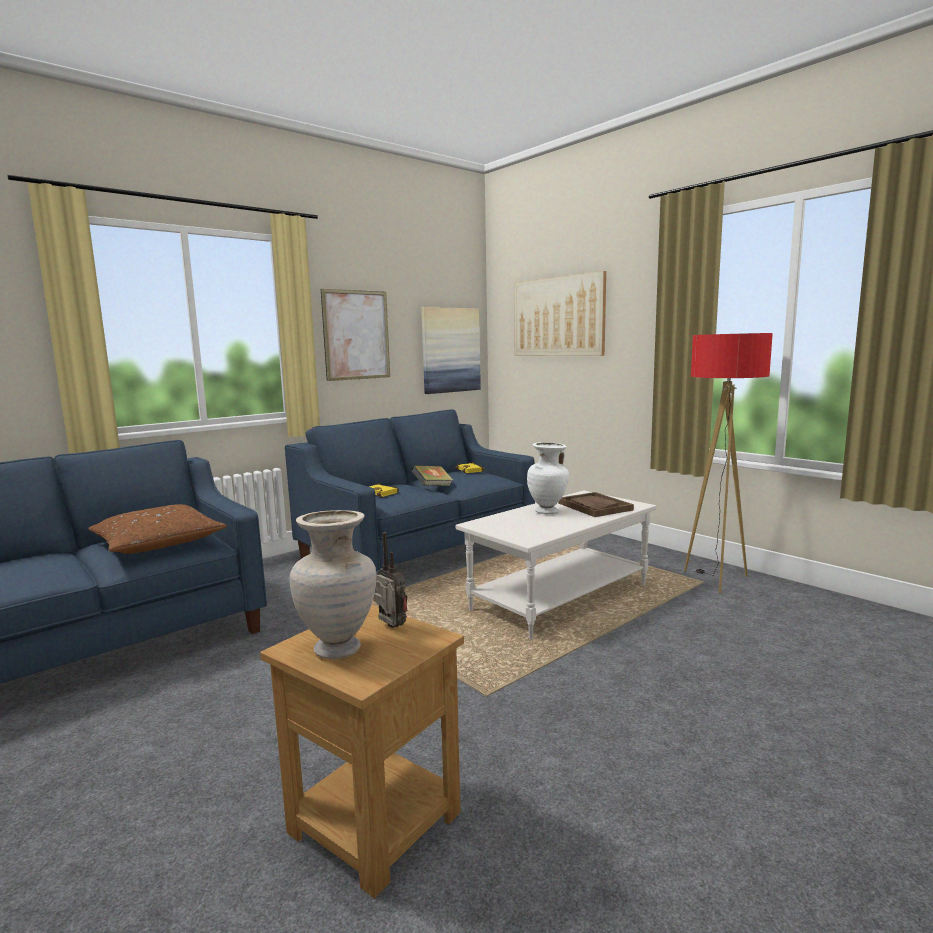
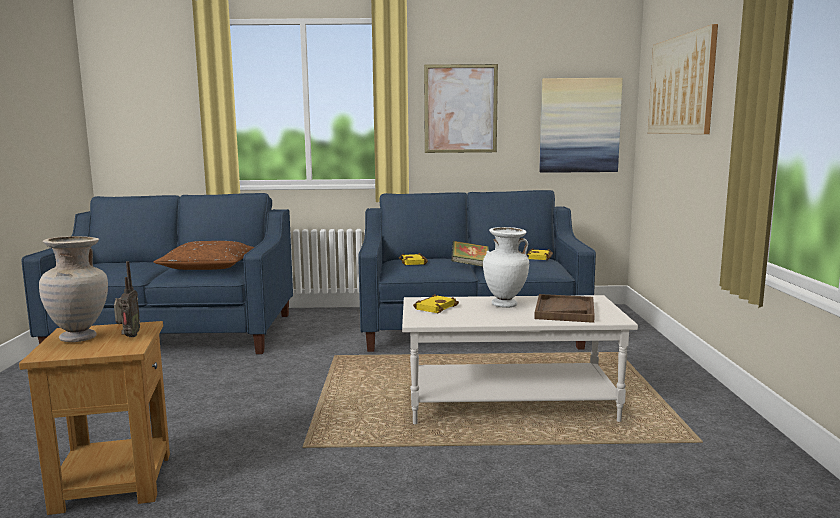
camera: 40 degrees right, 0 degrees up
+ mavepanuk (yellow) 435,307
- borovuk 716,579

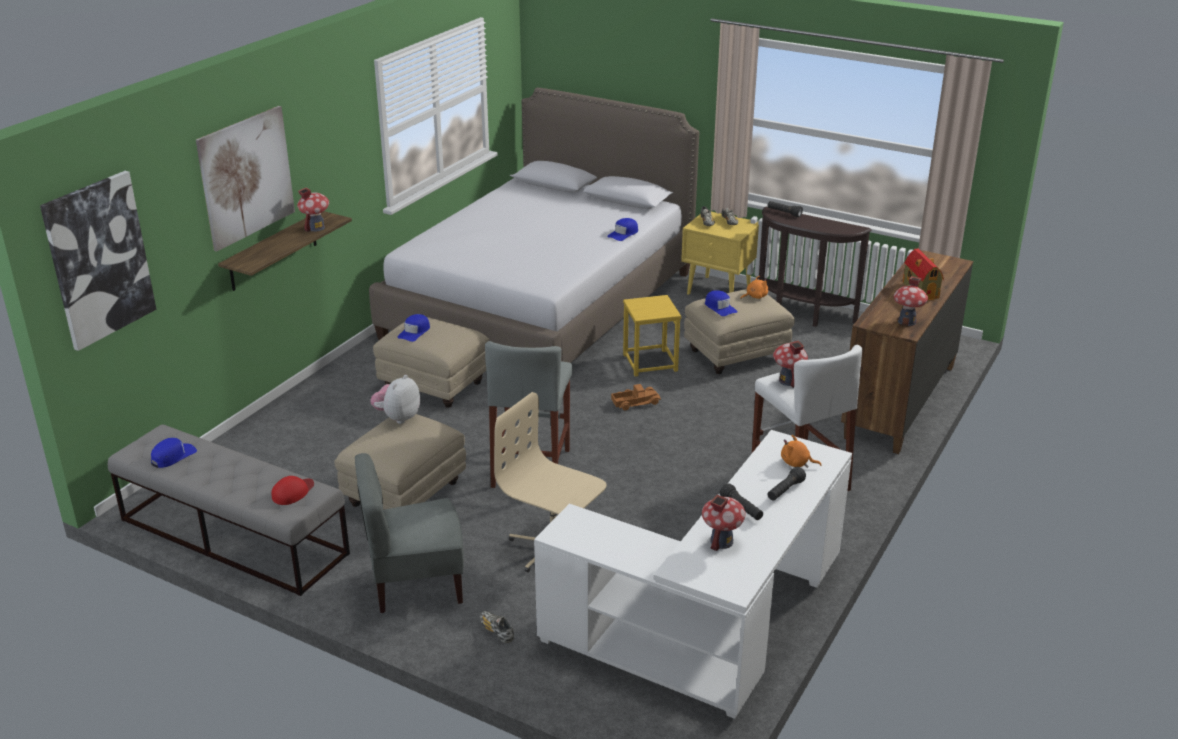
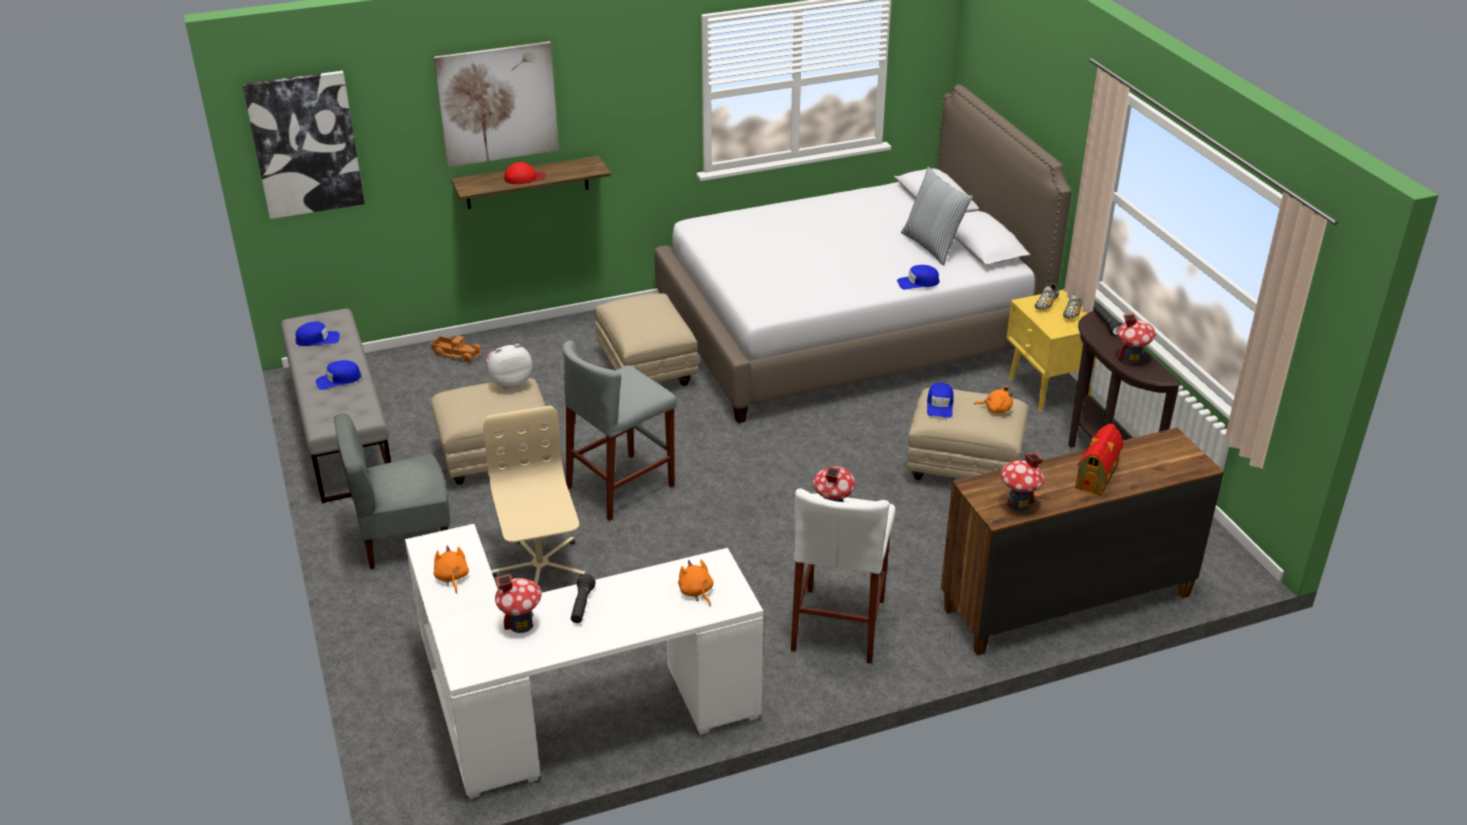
camera: 40 degrees right, 5 degrees up
~ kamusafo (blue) 414,332 to 338,380
~ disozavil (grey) 416,584 = 404,540 45 degrees counterclockwise
~ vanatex 635,402 to 457,353
+ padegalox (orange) 452,578
~ kamusafo (red) 293,492 to 524,178
+ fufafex 933,246
~ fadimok 316,228 to 1131,359
- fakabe 496,631
- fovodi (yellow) 649,363
- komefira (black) 785,491

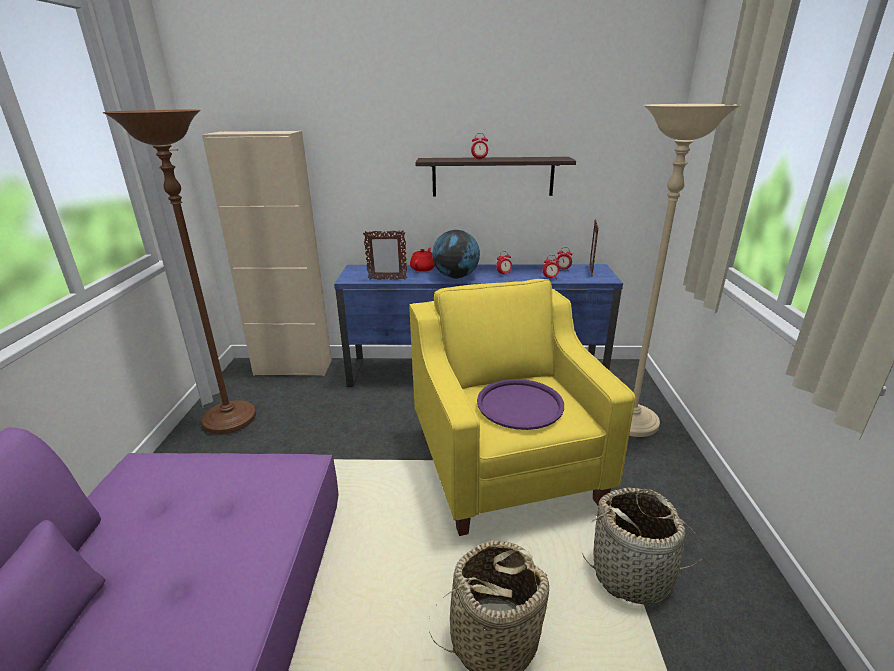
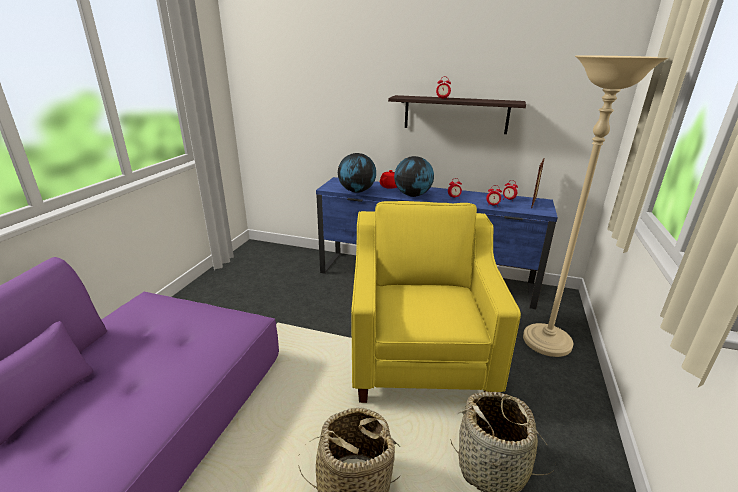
camera: 15 degrees right, 0 degrees up
~ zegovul 387,279 to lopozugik 357,191
- borovuk (brown) 230,420
- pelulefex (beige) 293,367
- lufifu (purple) 520,404

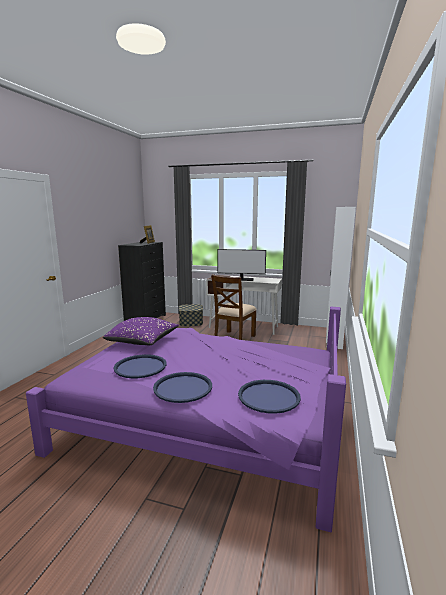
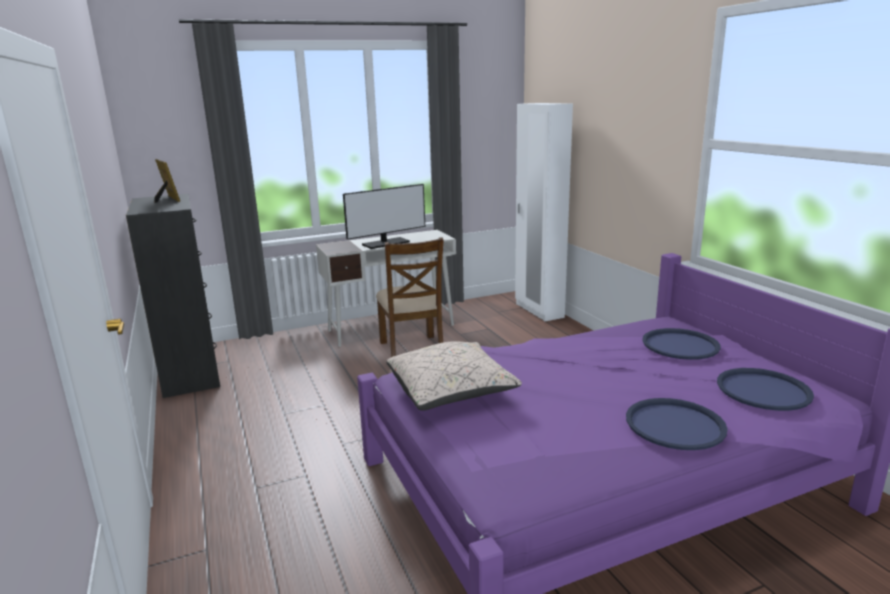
camera: 40 degrees left, 5 degrees up
~ fufafex (purple) 143,341 to fufafex (beige) 451,391
~ lufifu (blue) 140,367 to 680,345
- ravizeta 191,322

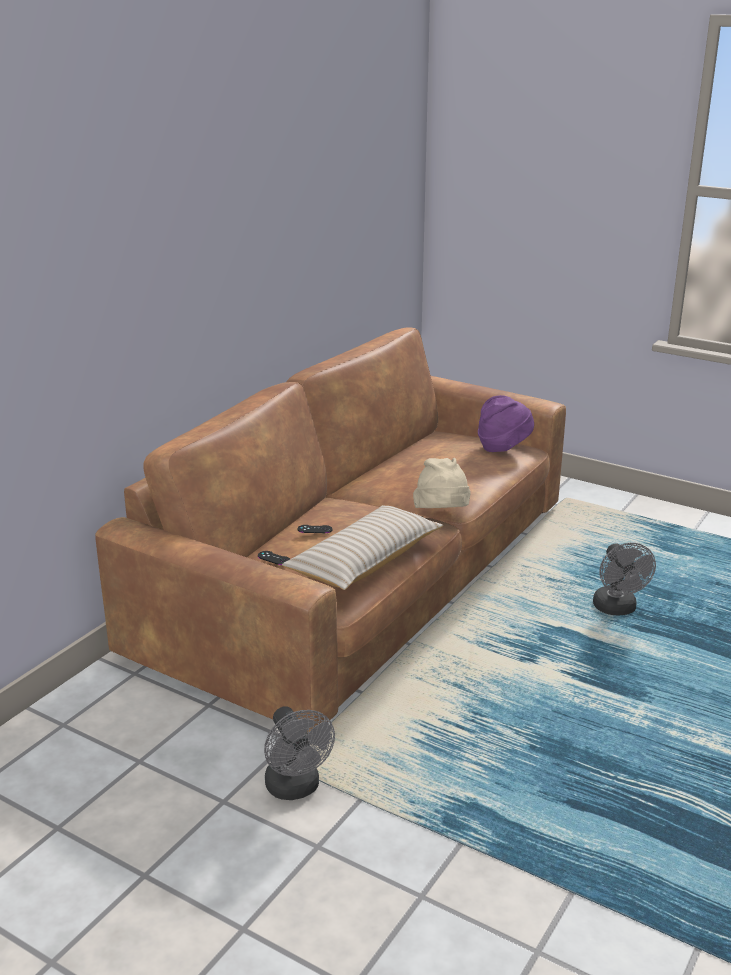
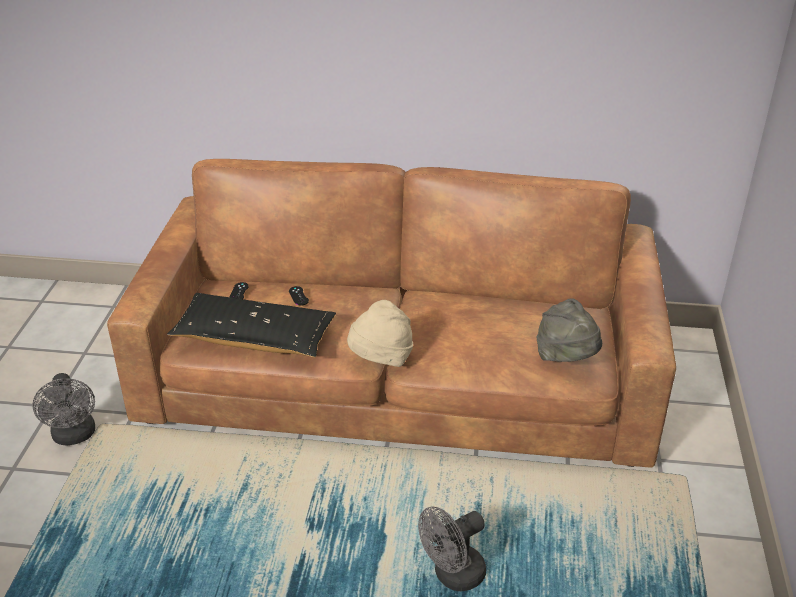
camera: 65 degrees right, 10 degrees up
~ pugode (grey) 296,789 = 74,436 60 degrees counterclockwise
~ fufafex (beige) 365,561 to fufafex (black) 254,338
~ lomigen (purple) 503,447 to lomigen (grey) 566,359

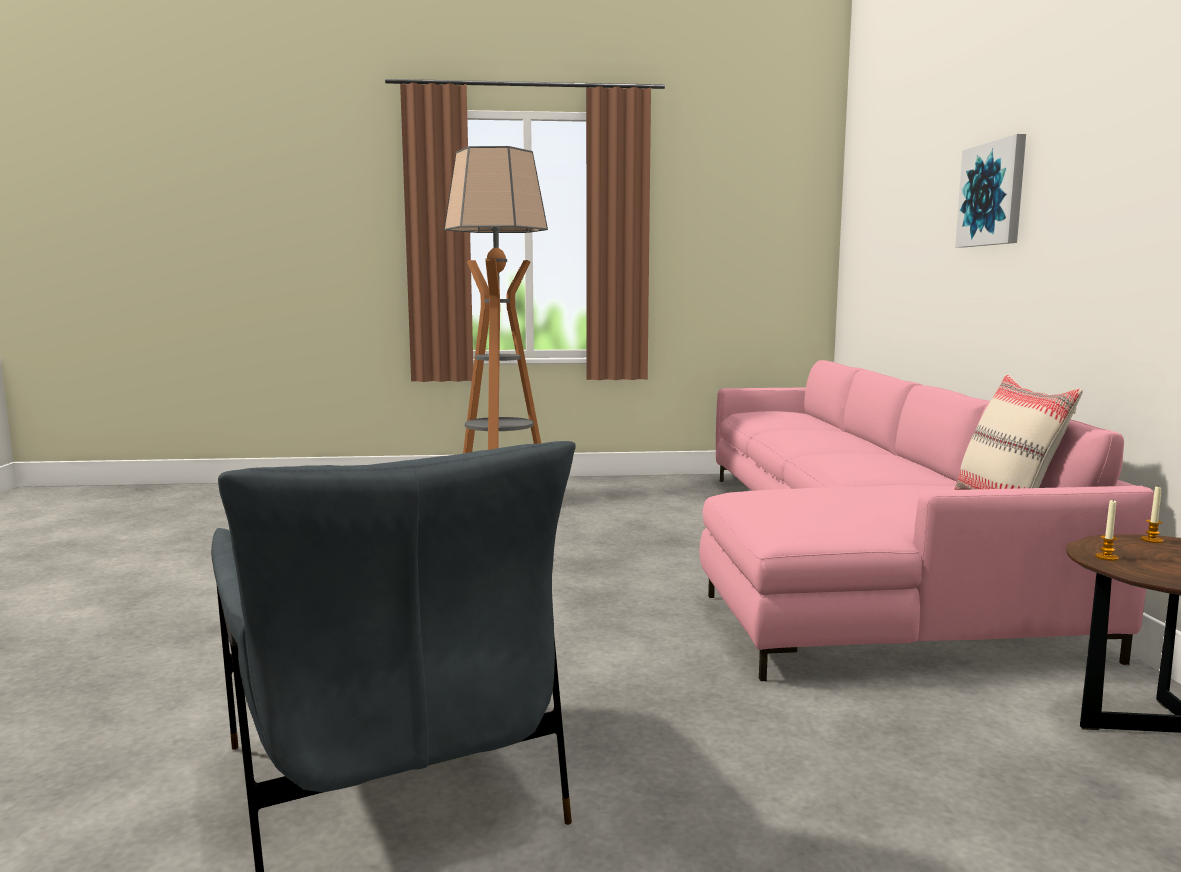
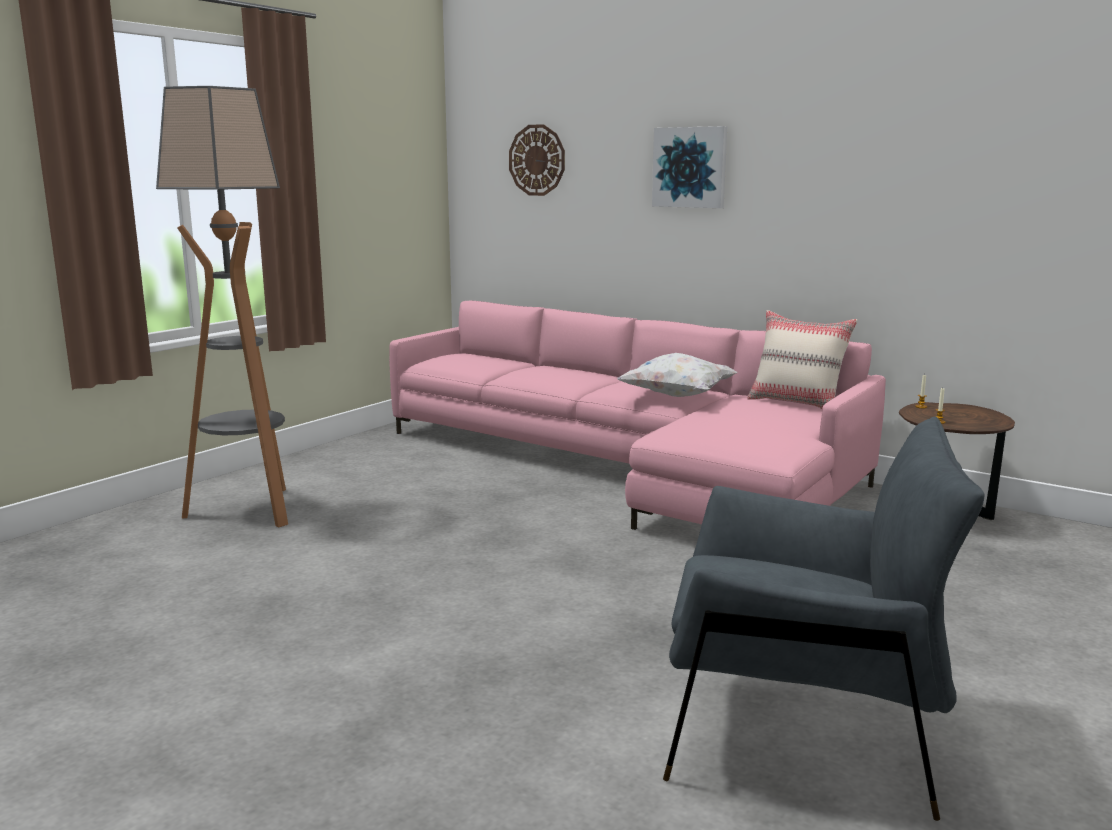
camera: 50 degrees left, 5 degrees up
+ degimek 537,160
+ fufafex (white) 678,396

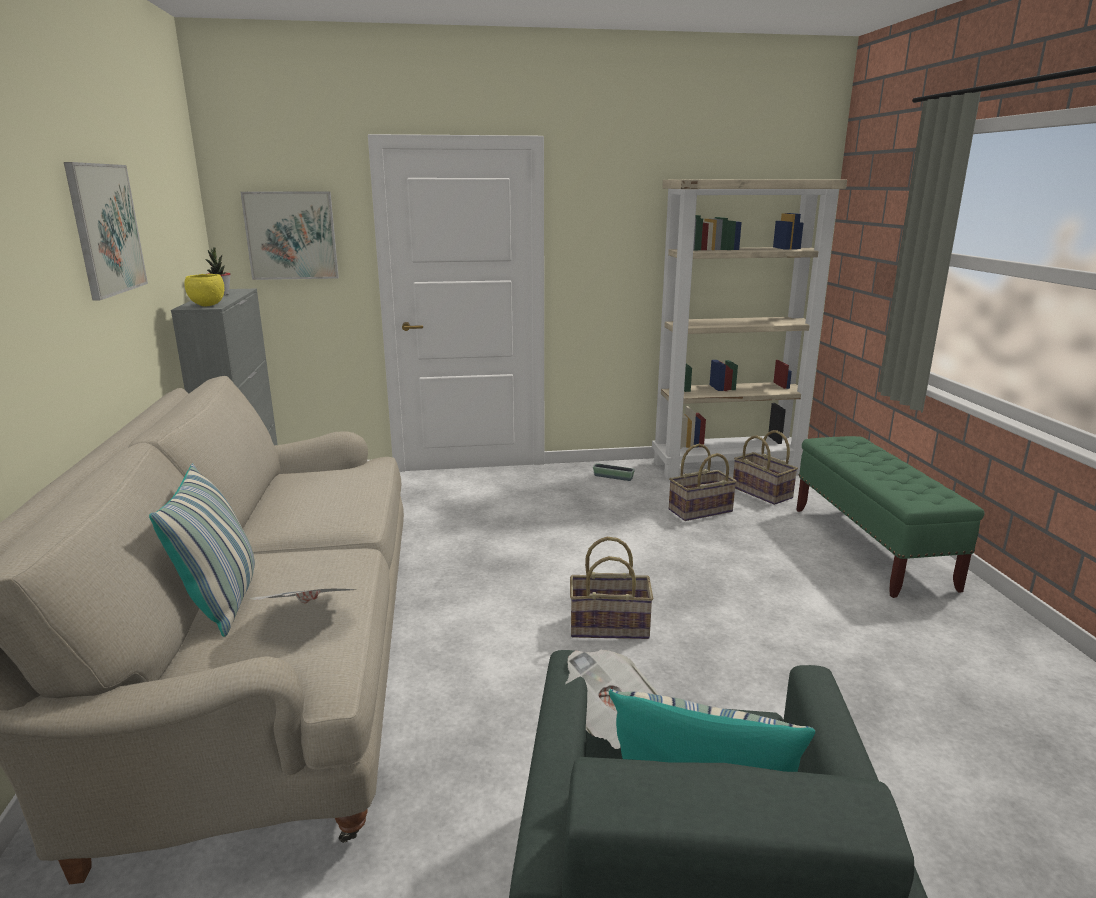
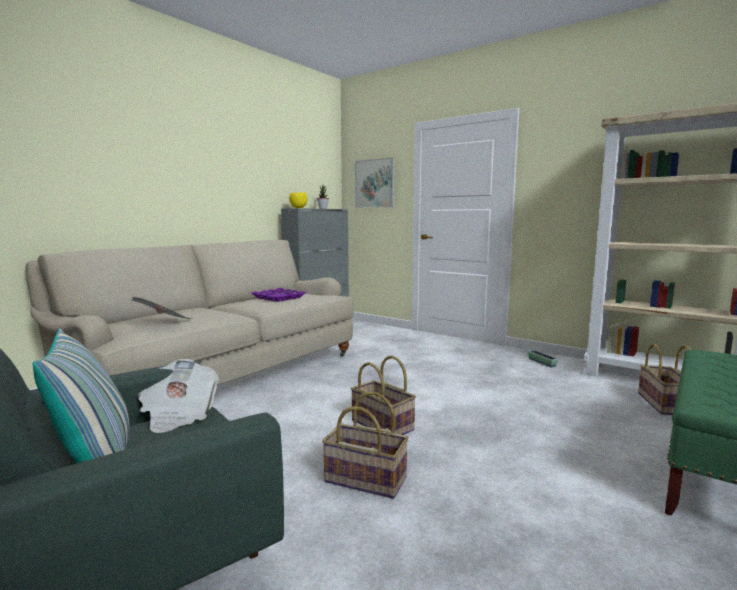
camera: 45 degrees right, 10 degrees down
+ lufifu (purple) 279,297
~ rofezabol 700,511 to 364,480
- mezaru 106,229
- fufafex 222,601

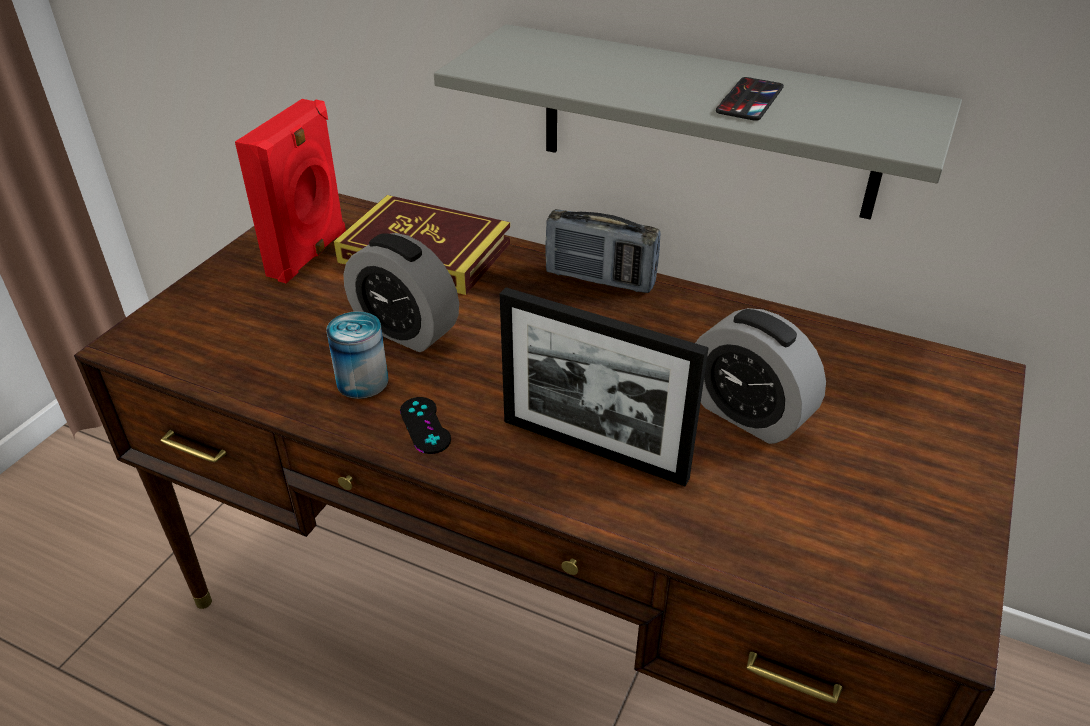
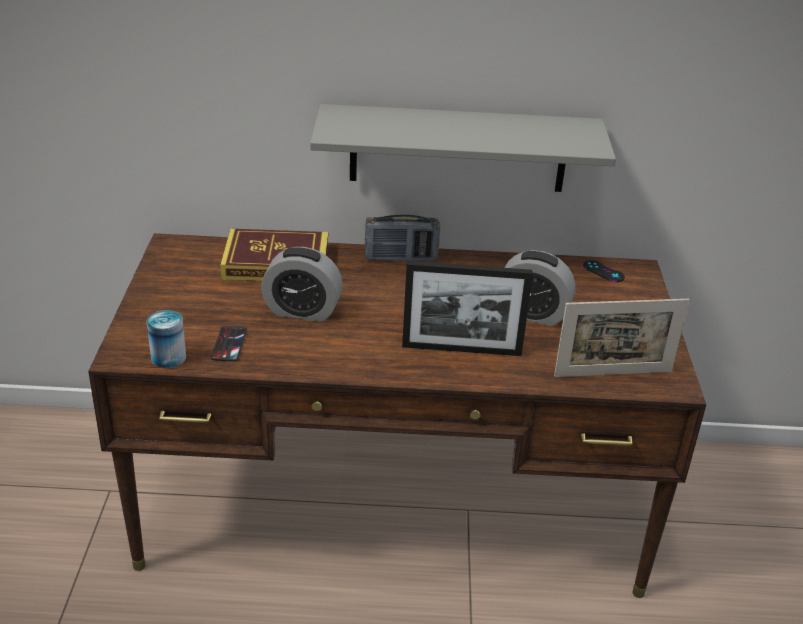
camera: 25 degrees left, 5 degrees down
~ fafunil 362,381 to 168,357
~ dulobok 749,100 to 229,344
+ zegovul 613,374
~ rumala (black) 425,425 to 603,271
- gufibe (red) 310,255

